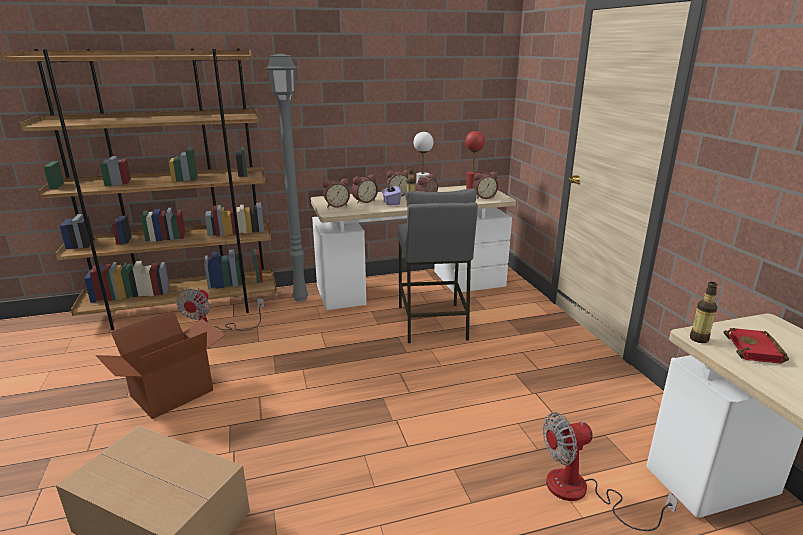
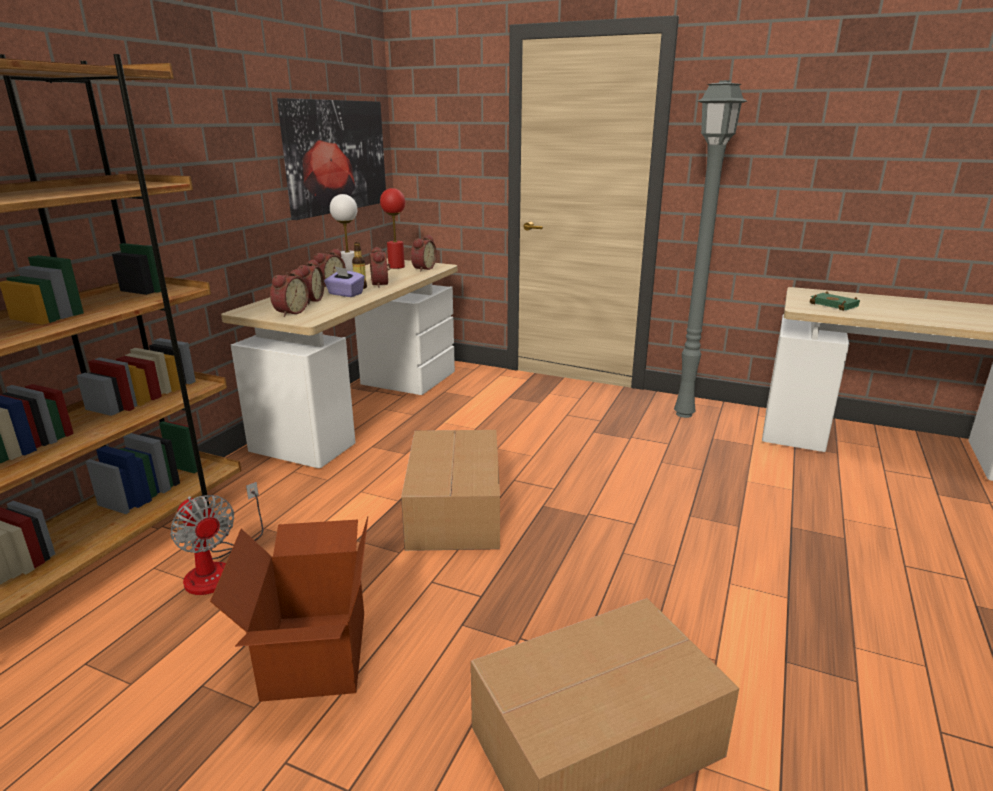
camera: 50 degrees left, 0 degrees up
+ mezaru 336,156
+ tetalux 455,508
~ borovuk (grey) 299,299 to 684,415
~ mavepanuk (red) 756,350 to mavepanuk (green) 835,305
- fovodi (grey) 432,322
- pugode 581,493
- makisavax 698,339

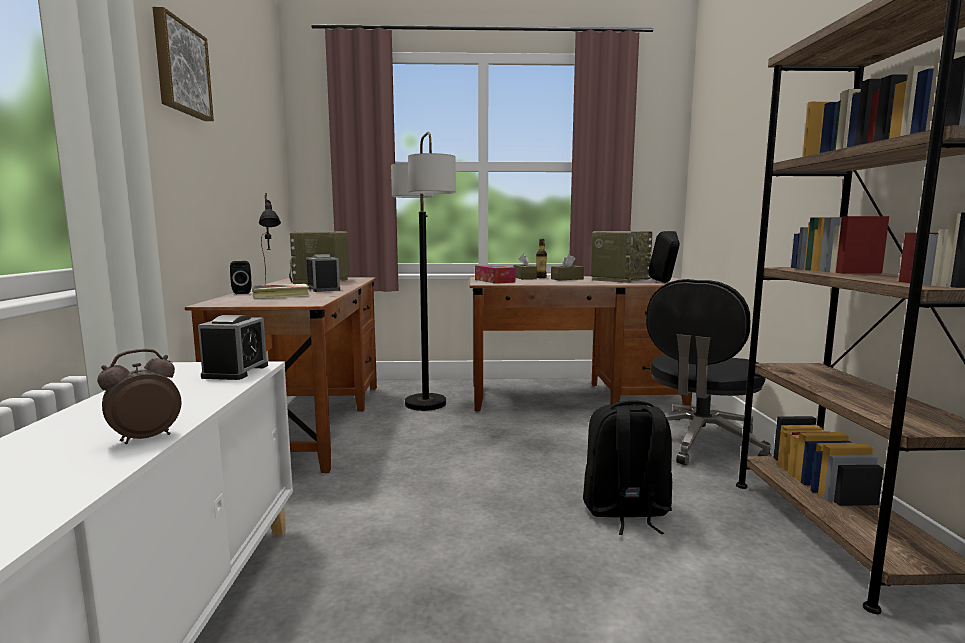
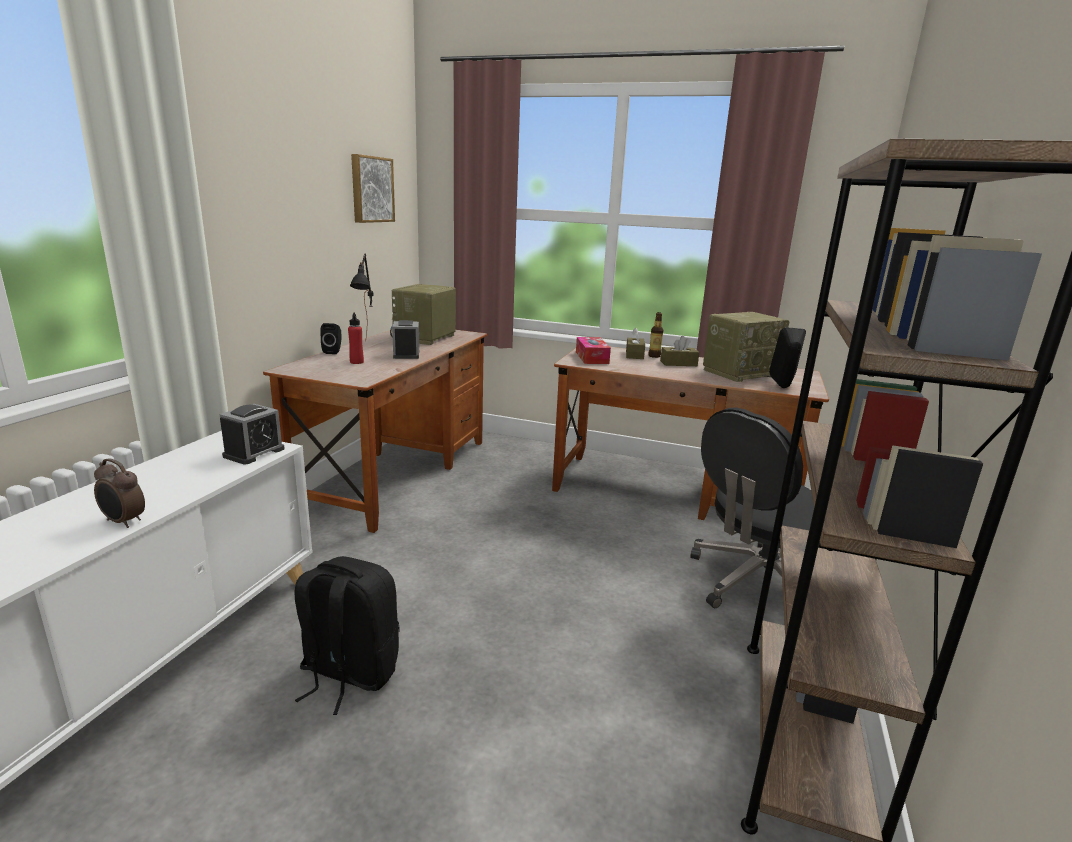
camera: 20 degrees right, 10 degrees up
~ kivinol 145,438 = 123,522 135 degrees counterclockwise
~ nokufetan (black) 625,512 to 348,674
~ mavepanuk 281,295 to makisavax (red) 356,362
~ mezaru 180,69 to 371,189
- borovuk 425,403

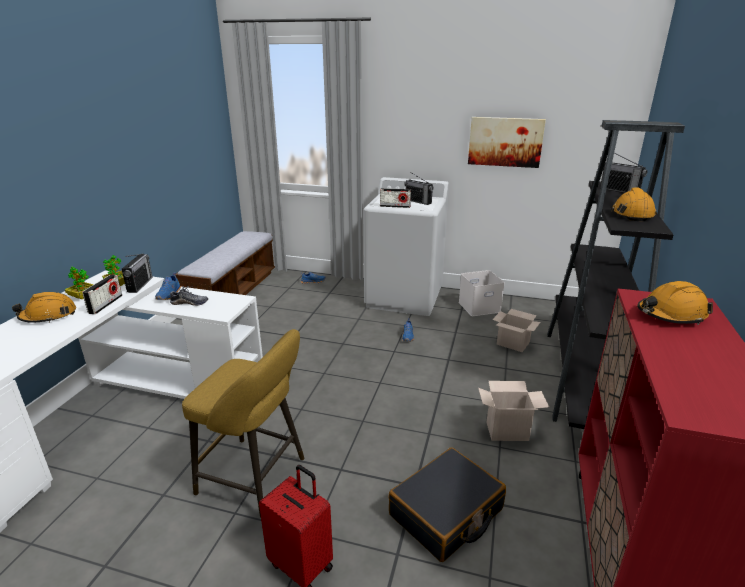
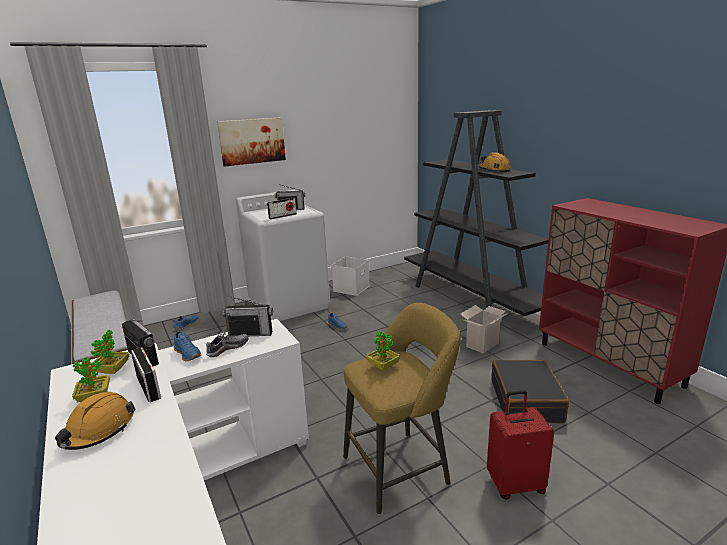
camera: 45 degrees left, 5 degrees down
~ mezaru 505,142 to 252,141
~ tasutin 619,190 to 251,333
+ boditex 383,366
- tetalux 514,343
- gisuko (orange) 671,314

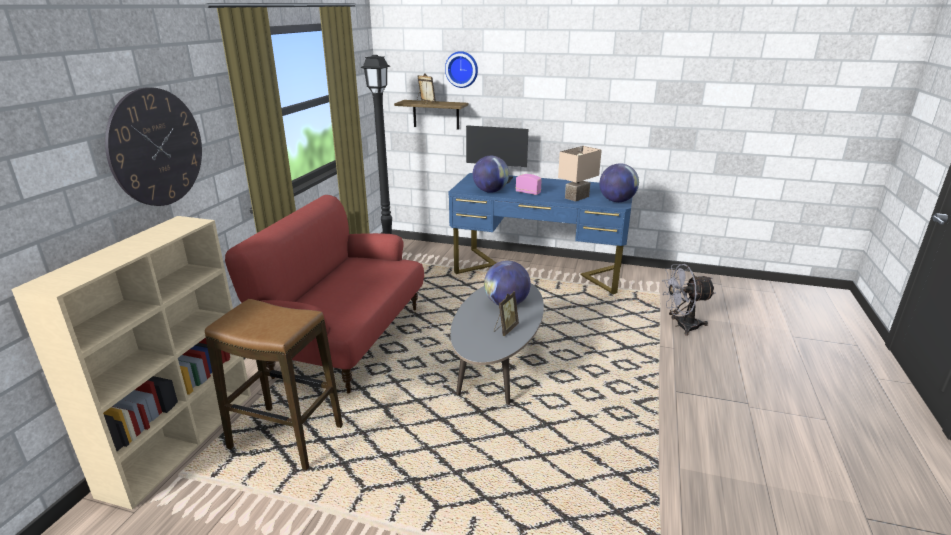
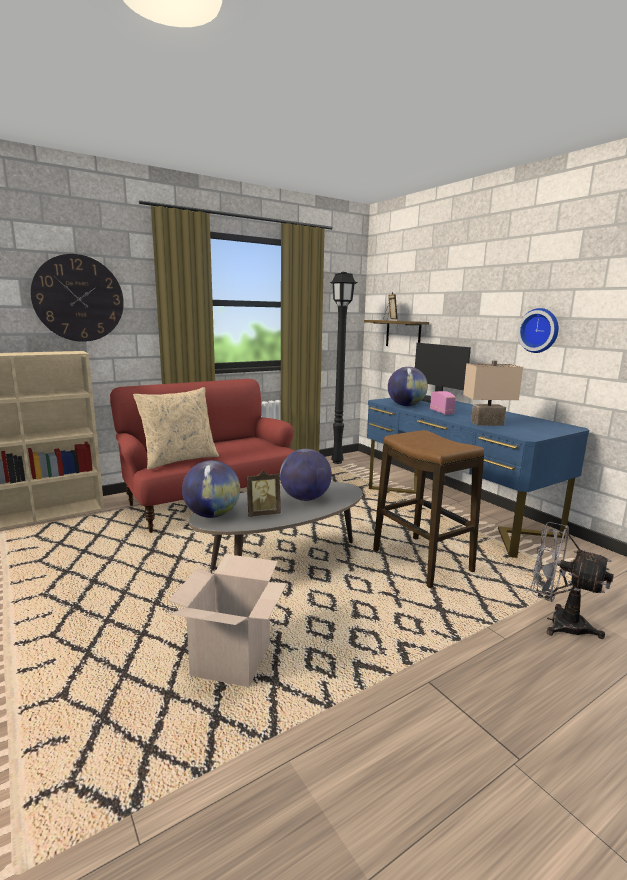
camera: 40 degrees right, 10 degrees down
+ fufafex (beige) 179,460
+ tetalux 231,660
~ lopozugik 617,201 to 212,515
~ fovodi 286,437 to 421,561
~ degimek 462,69 to 539,330

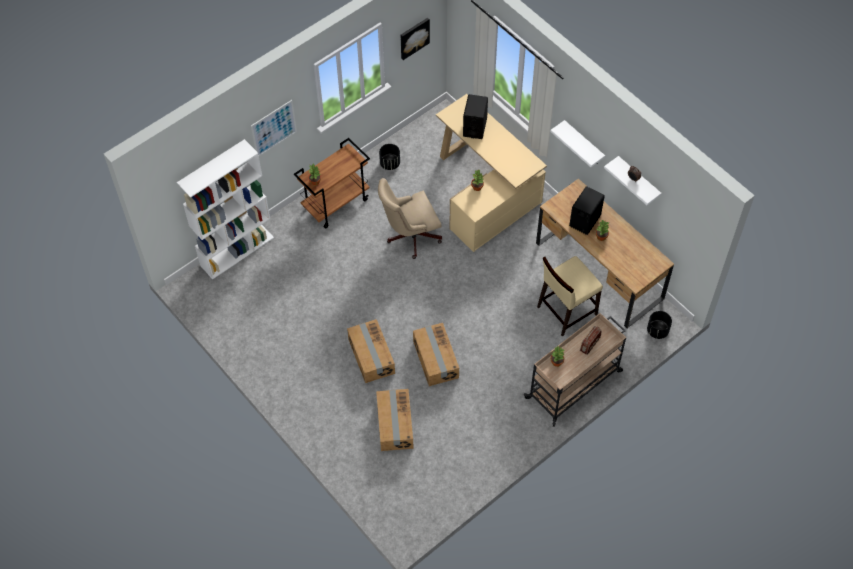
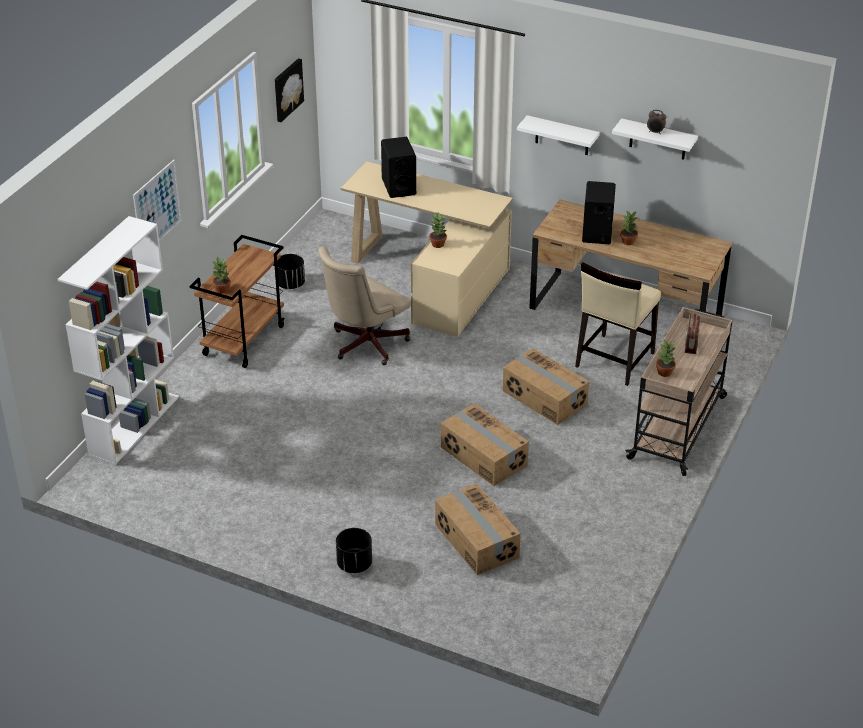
camera: 25 degrees left, 20 degrees down
~ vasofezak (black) 657,331 to 354,564
~ tetalux 371,356 to 544,398

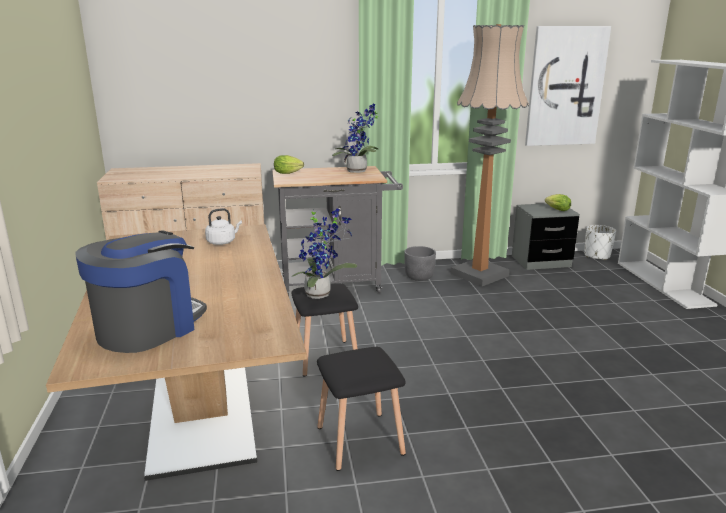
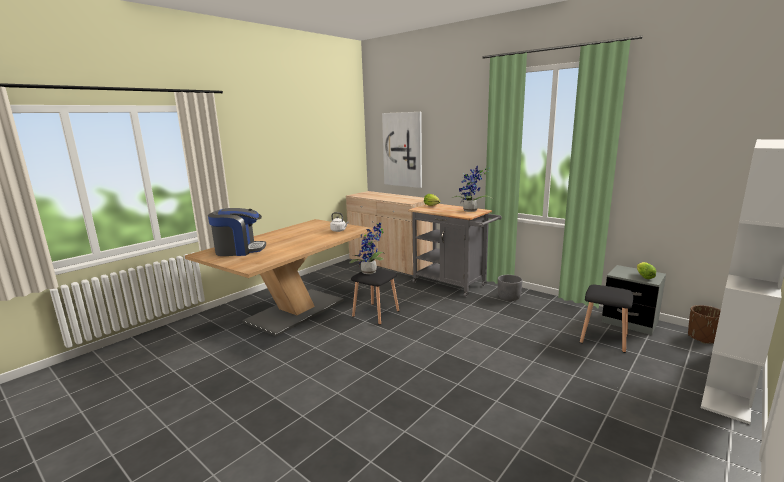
camera: 50 degrees right, 5 degrees down
~ mezaru 565,87 to 403,149
~ fovodi (black) 361,441 to 604,339
~ vasofezak (white) 597,256 to vasofezak (brown) 703,338
- borovuk 479,274

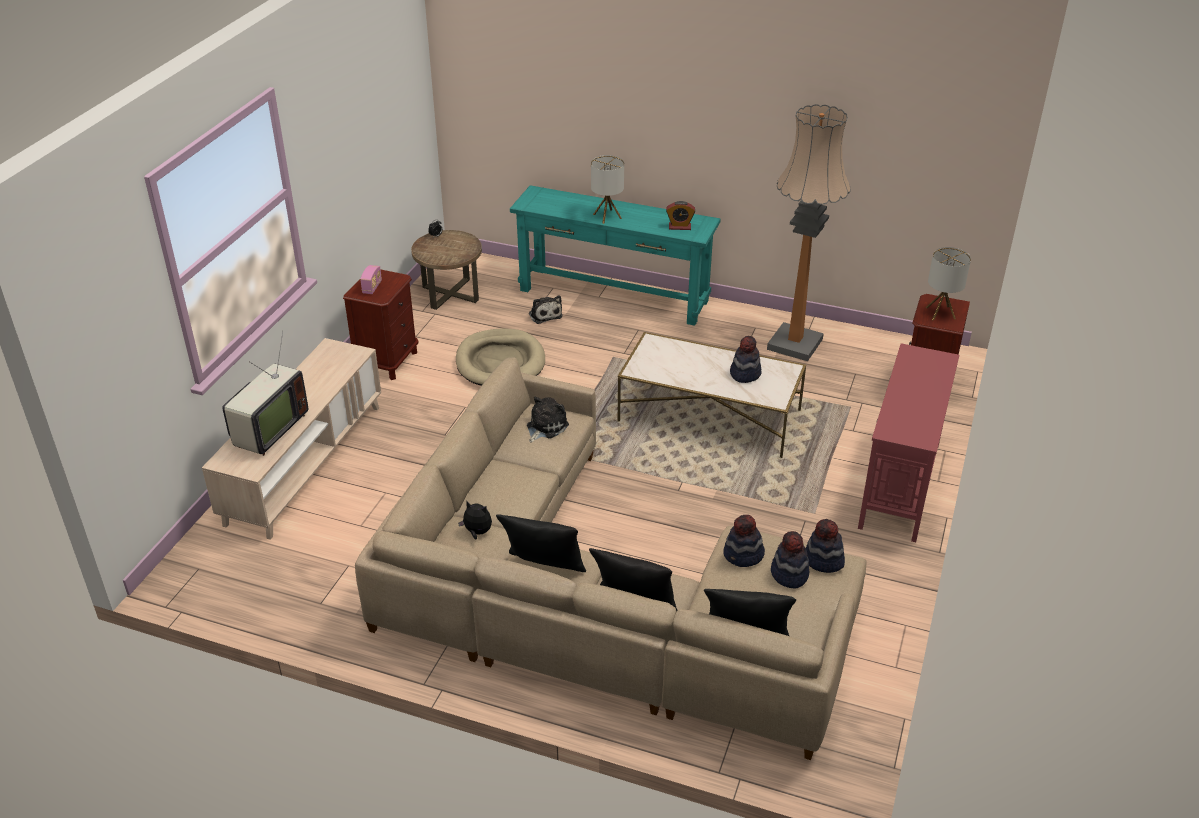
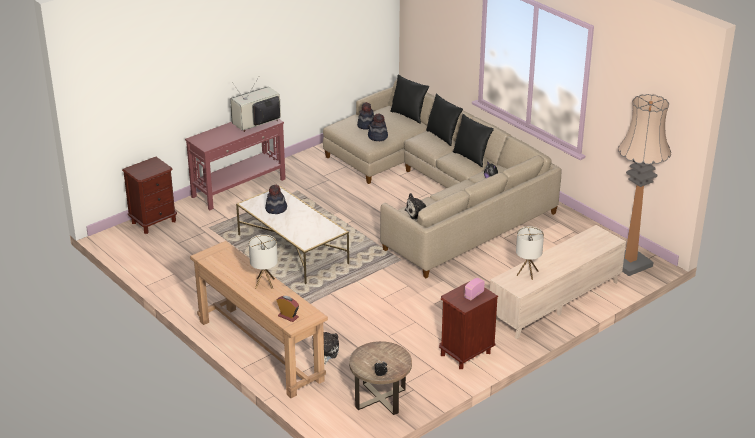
camera: 150 degrees left, 5 degrees down
~ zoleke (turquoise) 613,296 to zoleke (brown) 260,350
~ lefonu 267,431 to 258,123
~ kivinol 679,227 to 288,316
~ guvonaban 940,313 to 527,273
~ borovuk 794,344 to 630,263
- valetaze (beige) 500,362
- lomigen 823,561

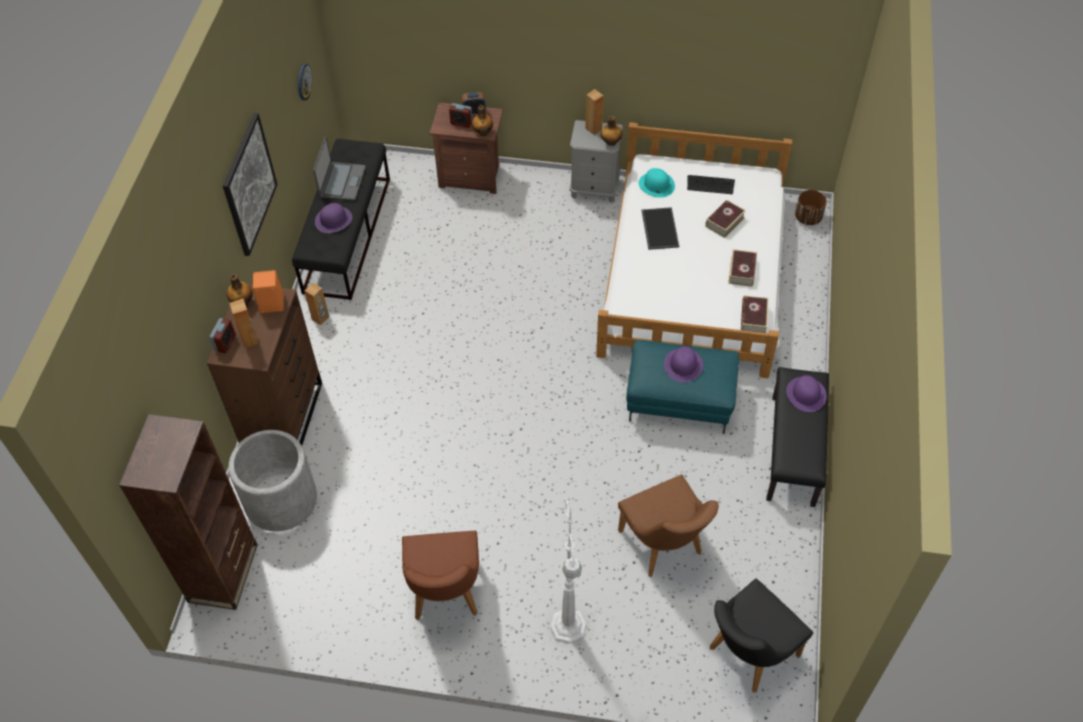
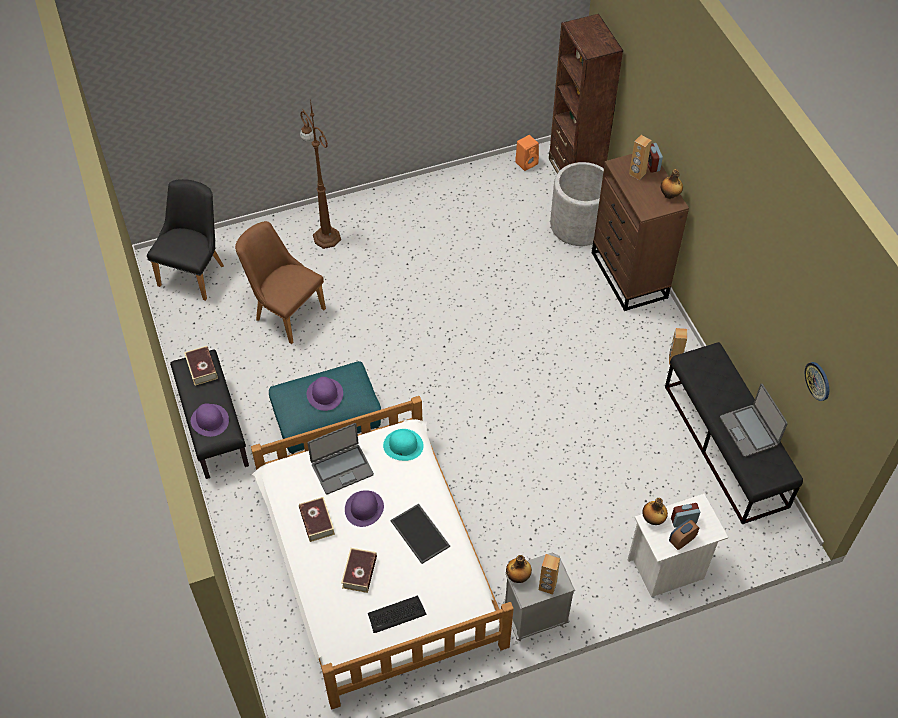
camera: 150 degrees right, 0 degrees up
~ mavepanuk 753,318 to 202,368
~ borovuk (white) 568,628 to borovuk (brown) 326,236
+ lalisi 342,469
~ lomigen (purple) 333,219 to 364,508
~ lomigen (turquoise) 656,185 to 403,445
~ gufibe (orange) 270,304 to 527,162
~ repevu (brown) 471,176 to repevu (white) 667,569
- mezaru 249,184
- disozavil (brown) 445,596
- vasofezak (brown) 808,218

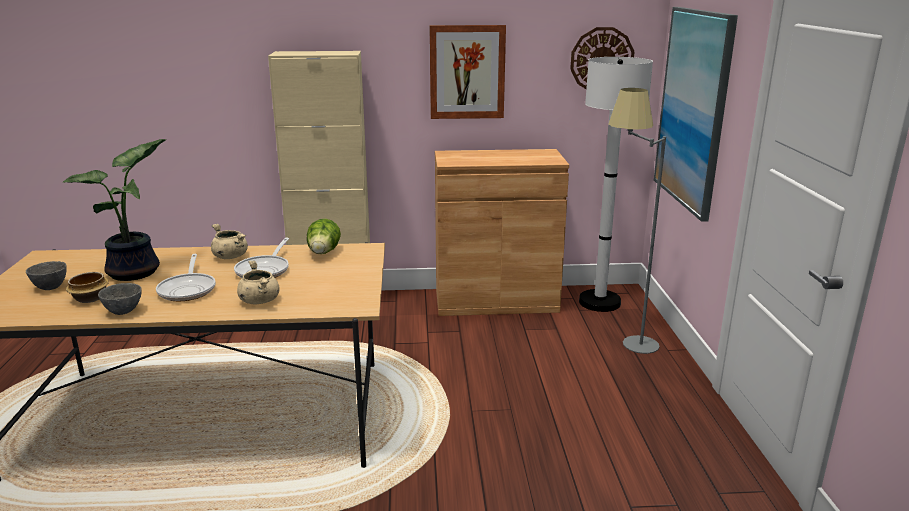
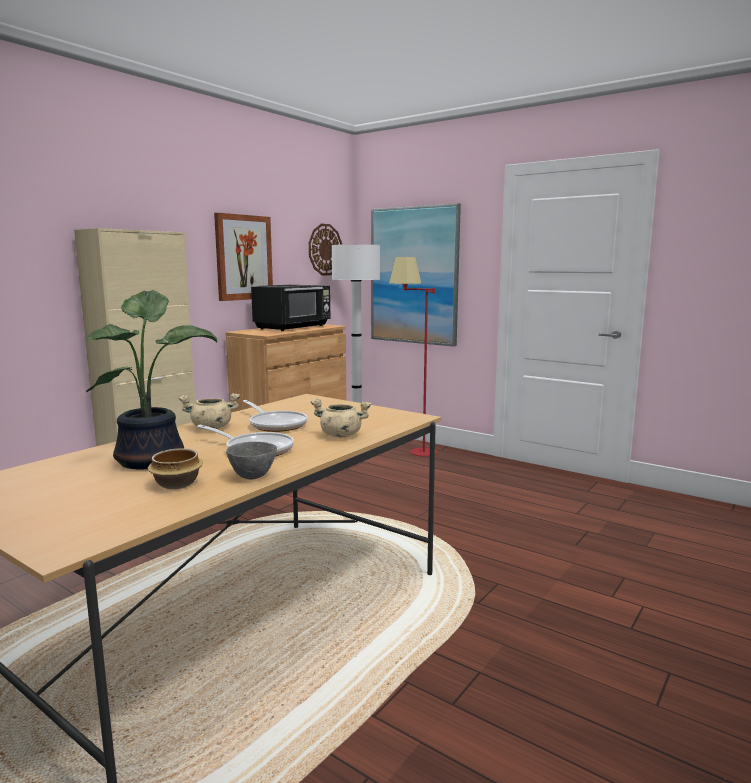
camera: 50 degrees left, 10 degrees down
+ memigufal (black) 294,327
~ borovuk (grey) 624,342 to borovuk (red) 413,454
- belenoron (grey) 50,288
- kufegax 323,253

